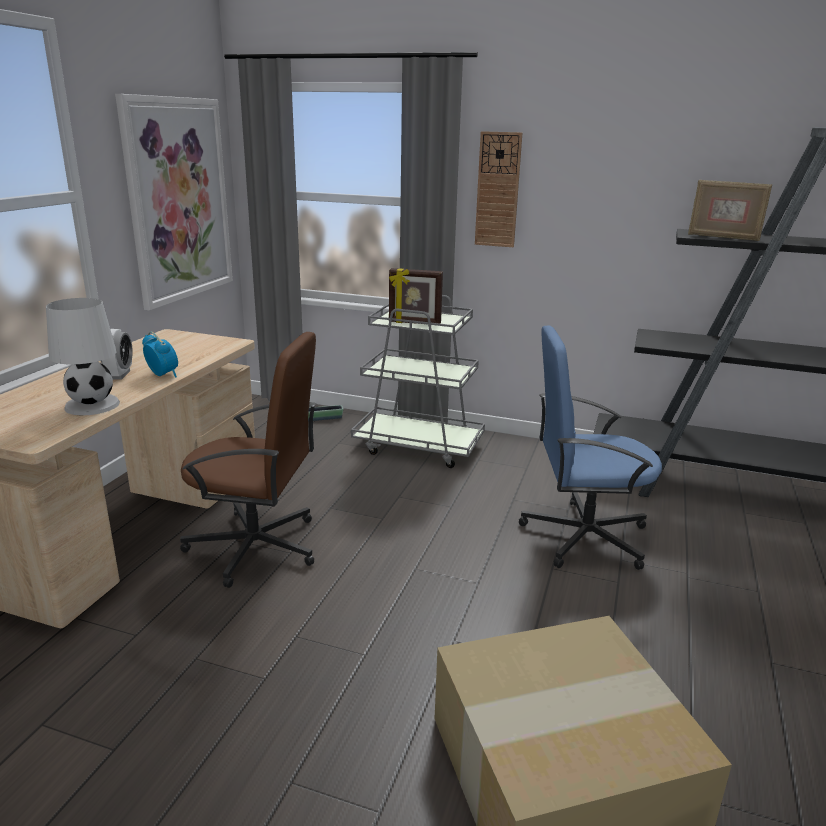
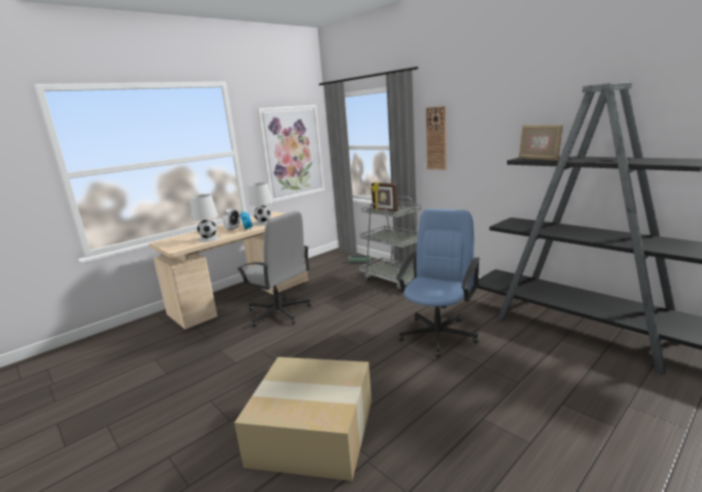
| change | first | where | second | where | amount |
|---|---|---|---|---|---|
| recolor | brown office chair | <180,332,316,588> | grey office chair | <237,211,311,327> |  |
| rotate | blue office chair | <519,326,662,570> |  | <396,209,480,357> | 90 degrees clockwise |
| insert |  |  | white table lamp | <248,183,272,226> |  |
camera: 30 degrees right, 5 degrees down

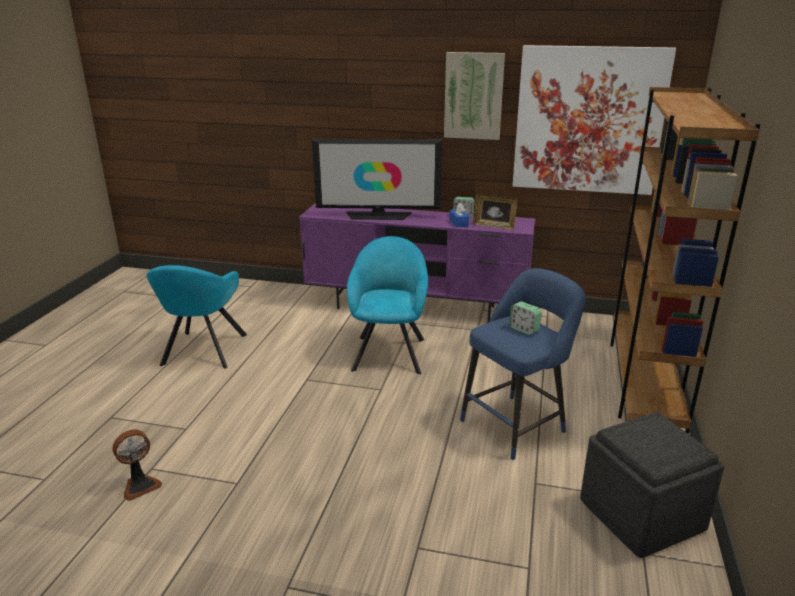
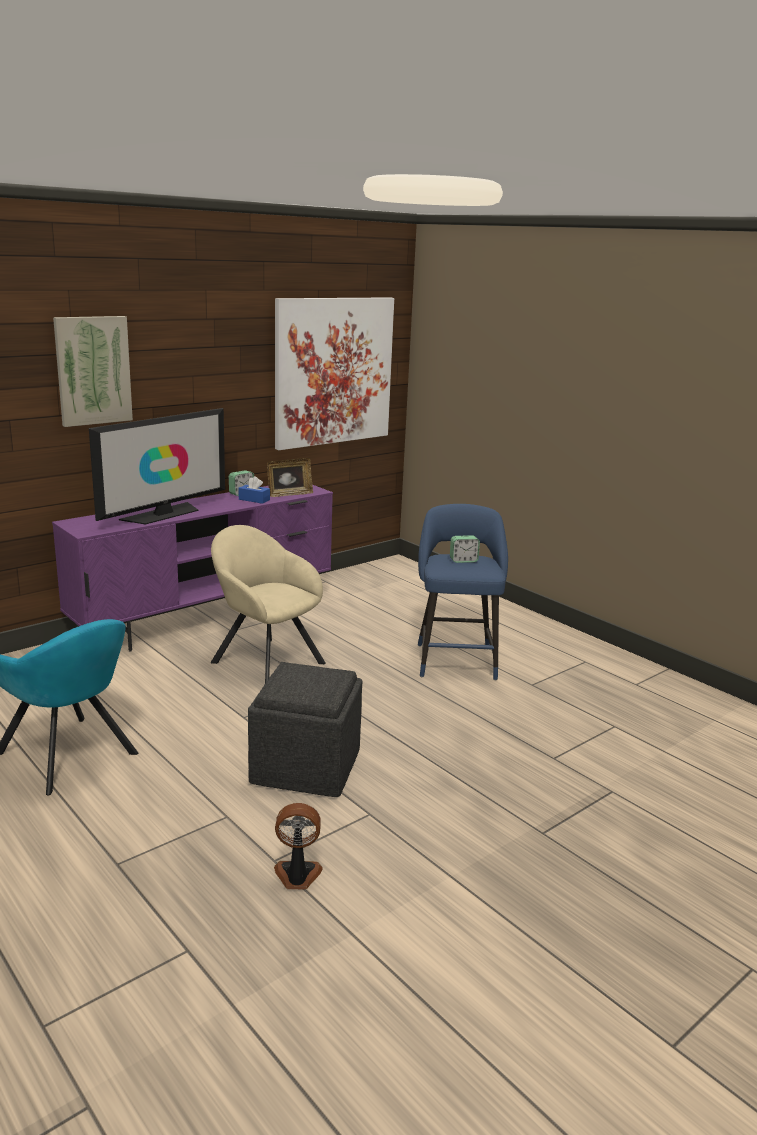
| change | first | where | second | where | amount |
|---|---|---|---|---|---|
| rotate | fan | <112,430,162,501> |  | <274,803,323,890> | 90 degrees counterclockwise |
| recolor | turquoise armchair | <347,236,428,374> | beige armchair | <211,525,326,683> |  |
| move | picture | <444,52,505,140> |  | <53,316,133,427> |  |
| move | grey ottoman | <580,412,725,558> |  | <248,662,362,797> |  |
| delete | brown bookcase | <610,87,761,434> |  |  |  |
camera: 55 degrees left, 5 degrees down

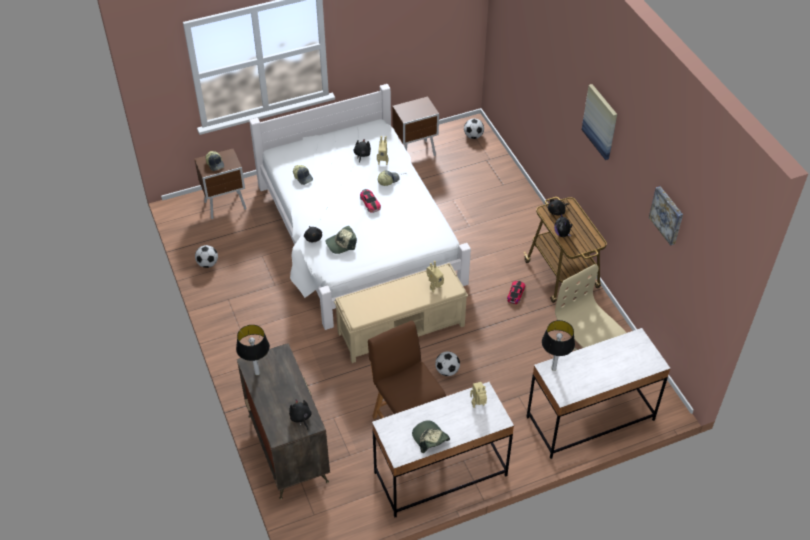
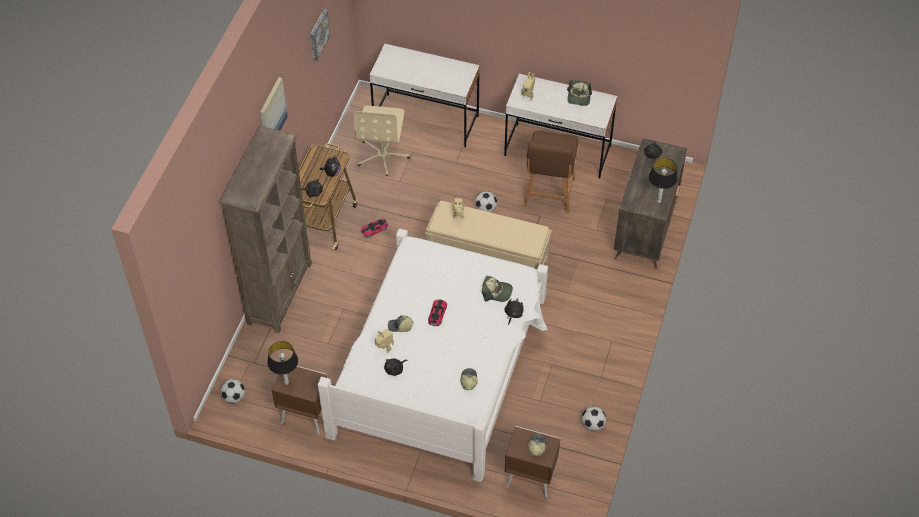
| change | first | where | second | where | amount |
|---|---|---|---|---|---|
| move | table lamp | <542,320,575,371> |  | <267,341,298,385> |  |
| insert |  |  | brown bookcase | <220,126,312,333> |  |
camera: 140 degrees left, 5 degrees up

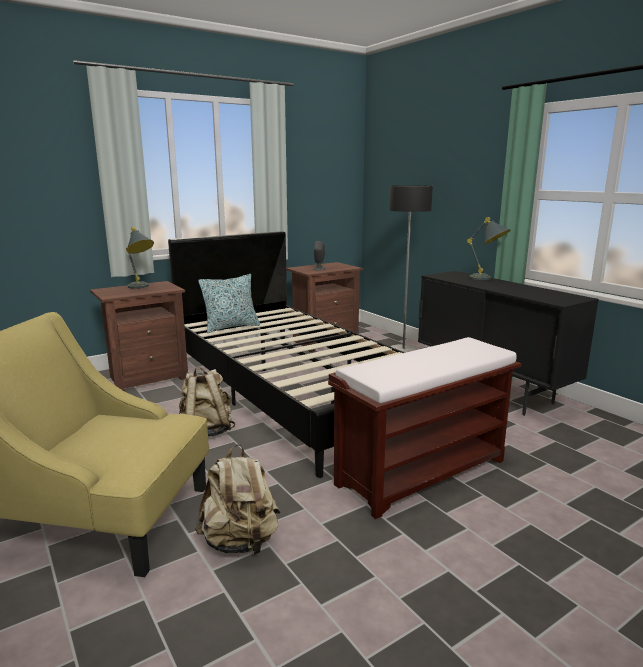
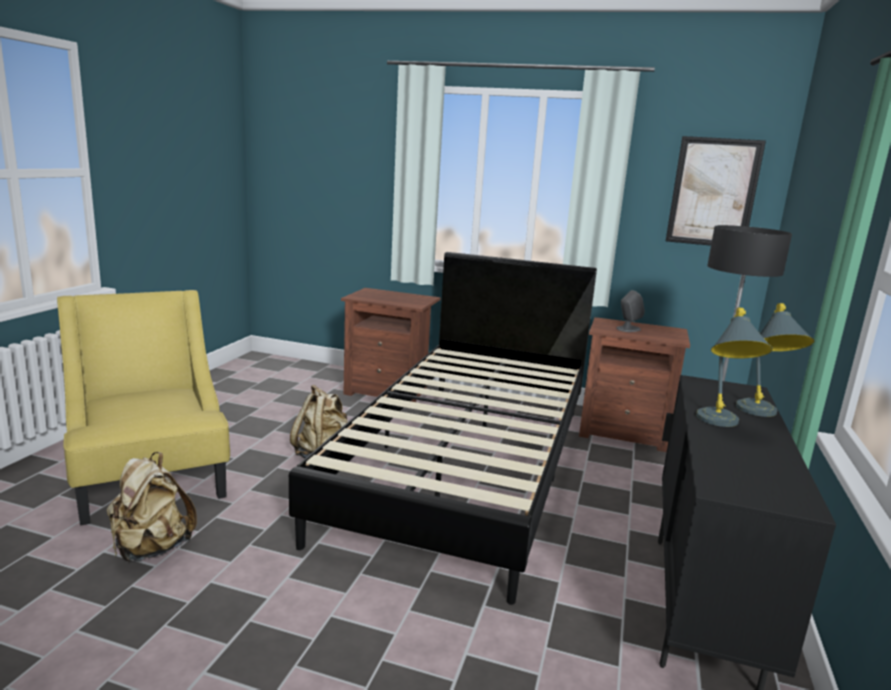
| change | first | where | second | where | amount |
|---|---|---|---|---|---|
| move | grey table lamp | <126,227,154,289> |  | <696,308,773,427> |  |
| delete | pillow | <198,274,260,333> |  |  |  |
| delete | brown bench | <328,337,522,519> |  |  |  |
| insert |  |  | picture | <666,136,766,246> |  |
camera: 50 degrees right, 0 degrees up

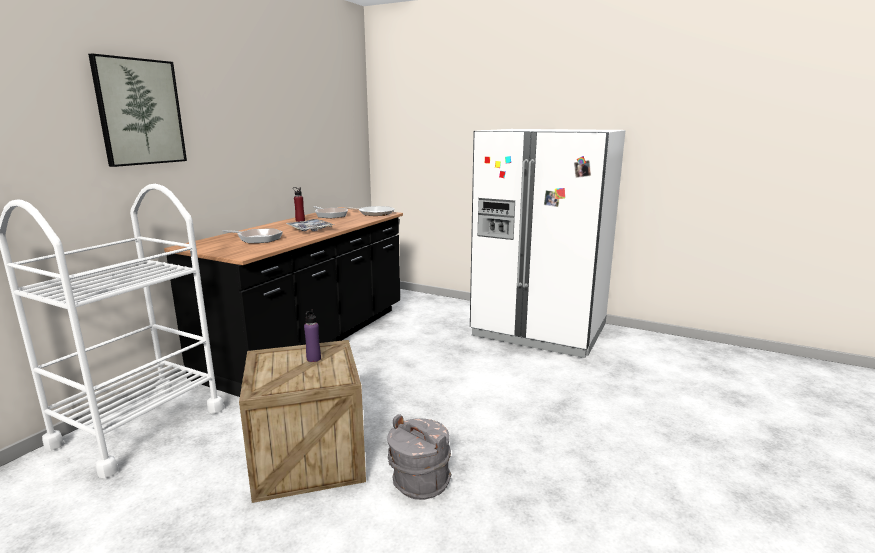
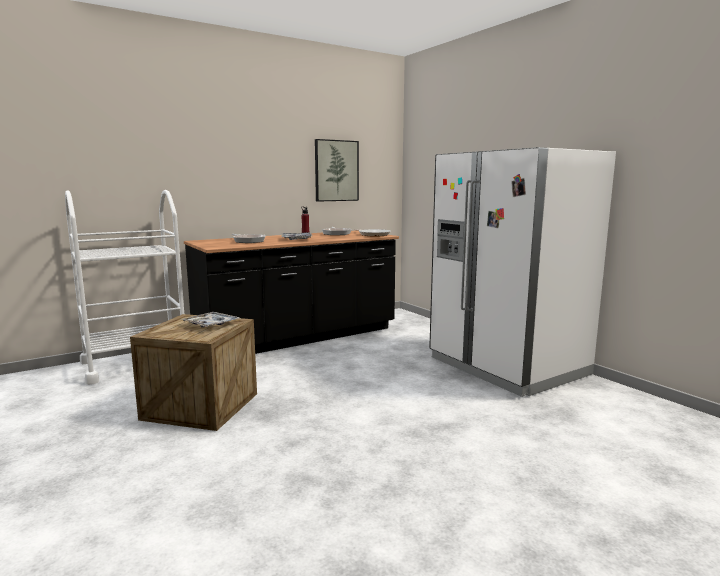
| change | first | where | second | where | amount |
|---|---|---|---|---|---|
| move | picture | <88,53,187,167> |  | <315,139,359,202> |  |
| replace | purple bottle | <304,309,321,362> | tray | <181,312,240,328> |  |
| delete | grey bucket | <387,414,451,500> |  |  |  |
camera: 30 degrees right, 5 degrees down

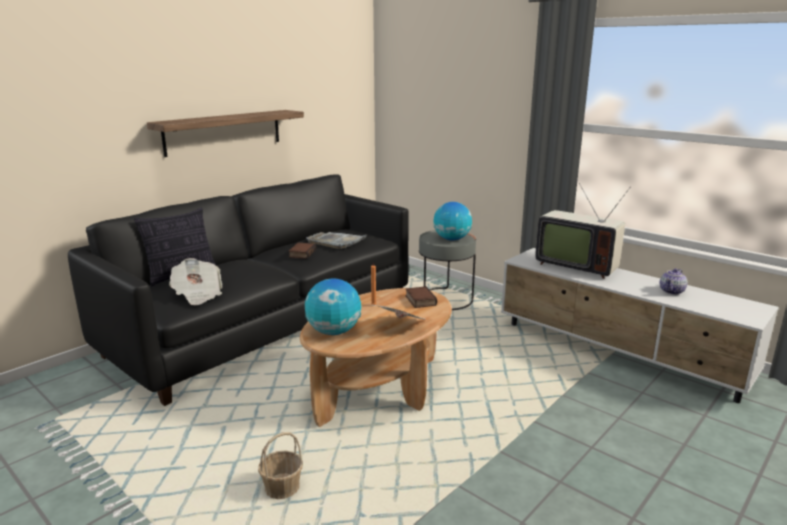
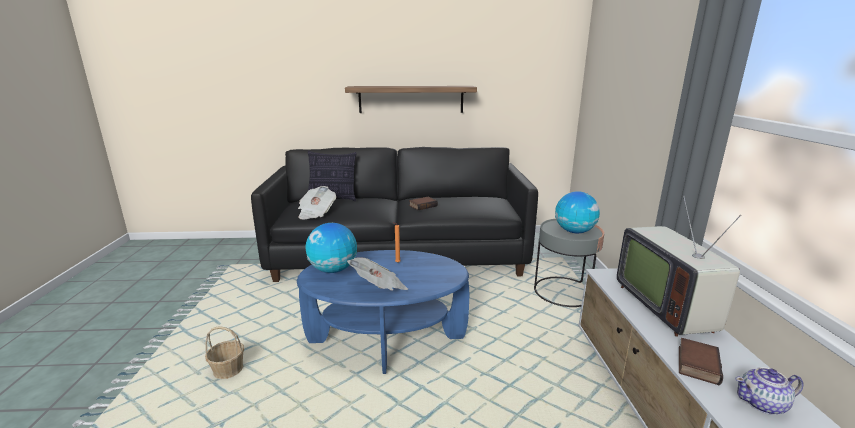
| change | first | where | second | where | amount |
|---|---|---|---|---|---|
| recolor | brown coffee table | <300,288,452,427> | blue coffee table | <297,250,469,374> |  |
| delete | grey tray | <306,232,366,249> |  |  |  |
| move | book | <405,286,437,308> |  | <679,338,723,385> |  |
camera: 45 degrees right, 0 degrees up

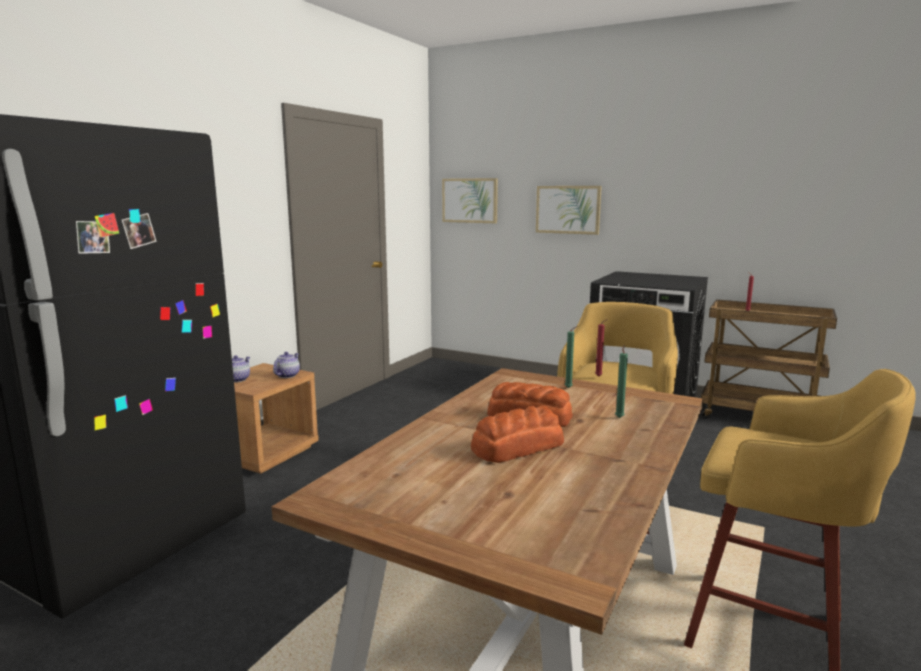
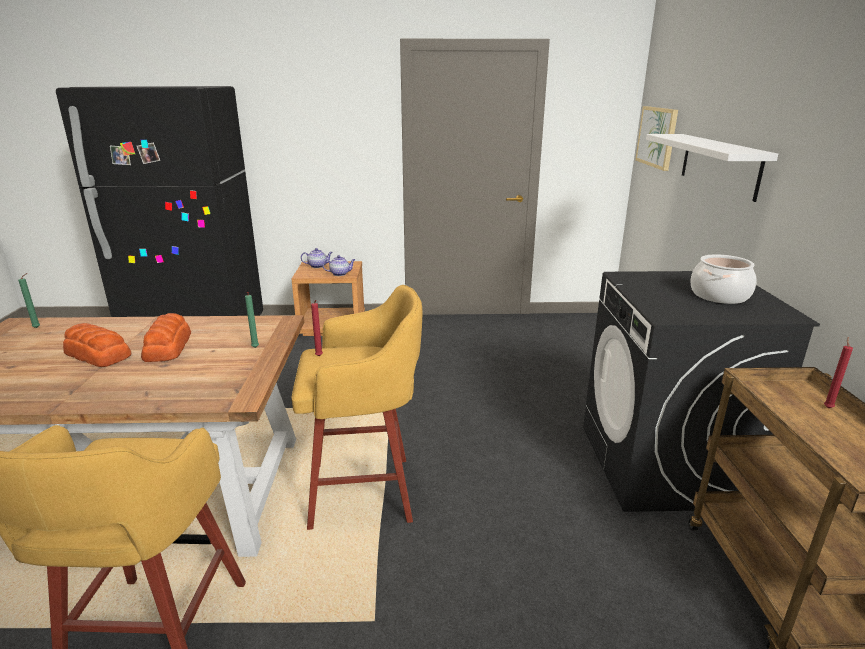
| change | first | where | second | where | amount |
|---|---|---|---|---|---|
| replace | picture | <536,186,602,235> | white shelf | <646,134,778,202> |  |
| move | green candle | <615,345,628,418> |  | <18,273,40,328> |  |
| insert |  |  | cooking pot | <691,254,757,304> |  |
camera: 60 degrees right, 10 degrees up

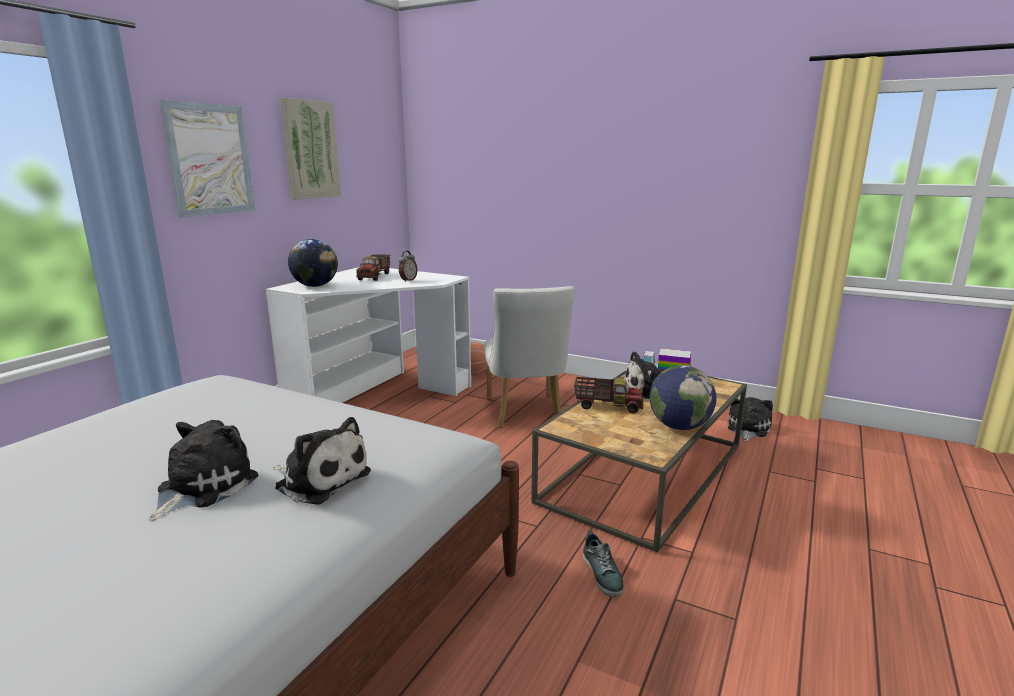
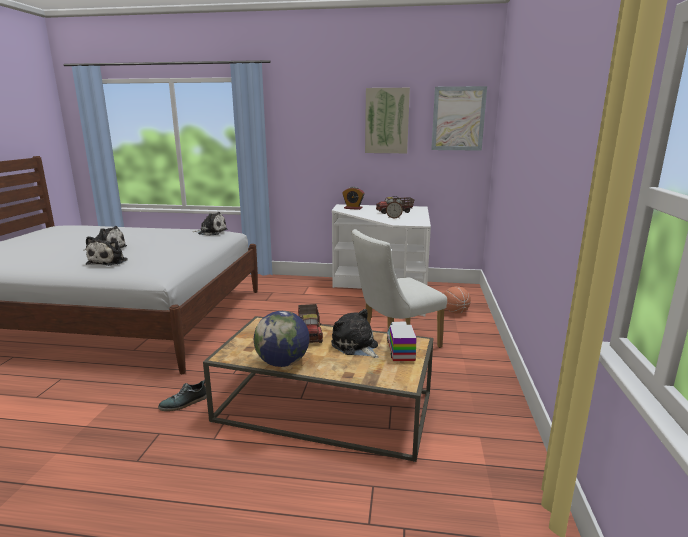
| change | first | where | second | where | amount |
|---|---|---|---|---|---|
| move | picture | <159,100,255,217> |  | <431,86,487,151> |  |
| replace | globe | <288,239,338,287> | alarm clock | <342,187,364,210> |  |
| move | plush toy | <728,397,773,441> |  | <193,212,227,236> |  |
camera: 70 degrees right, 0 degrees up

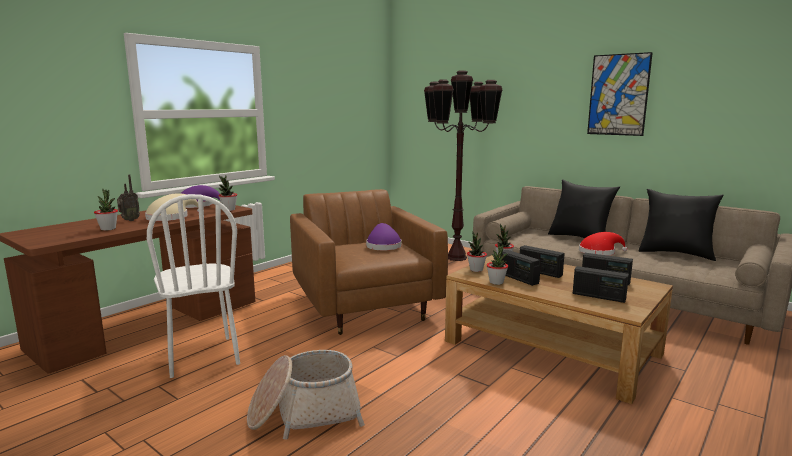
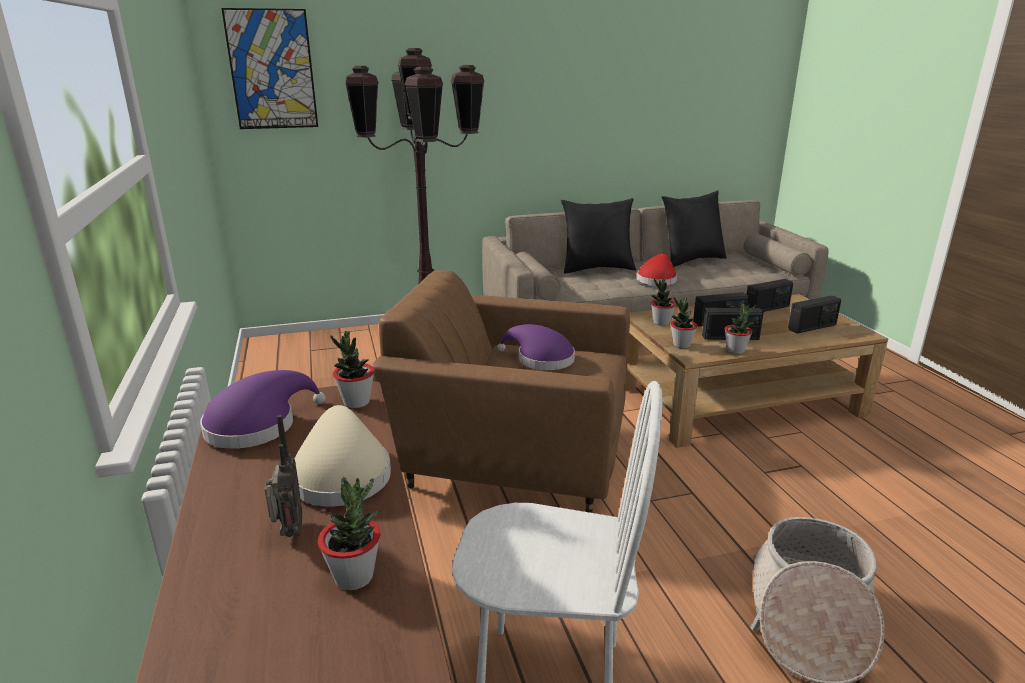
| change | first | where | second | where | amount |
|---|---|---|---|---|---|
| move | picture | <587,52,653,136> |  | <221,8,318,129> |  |
camera: 55 degrees left, 10 degrees up

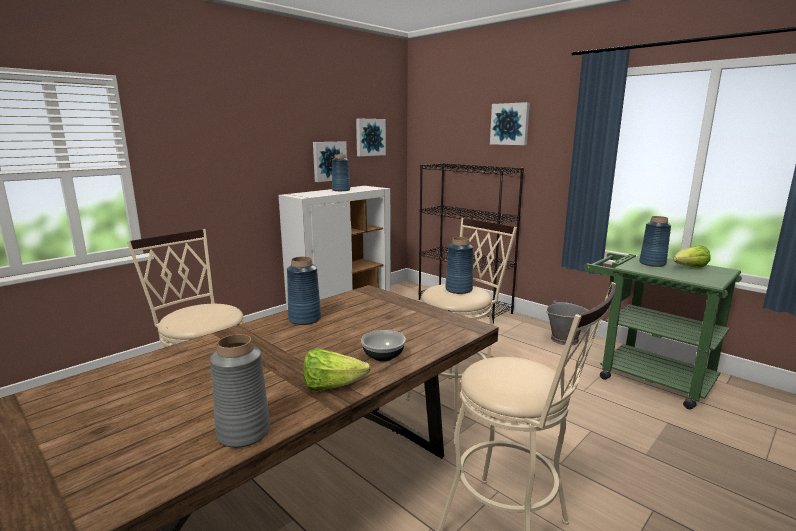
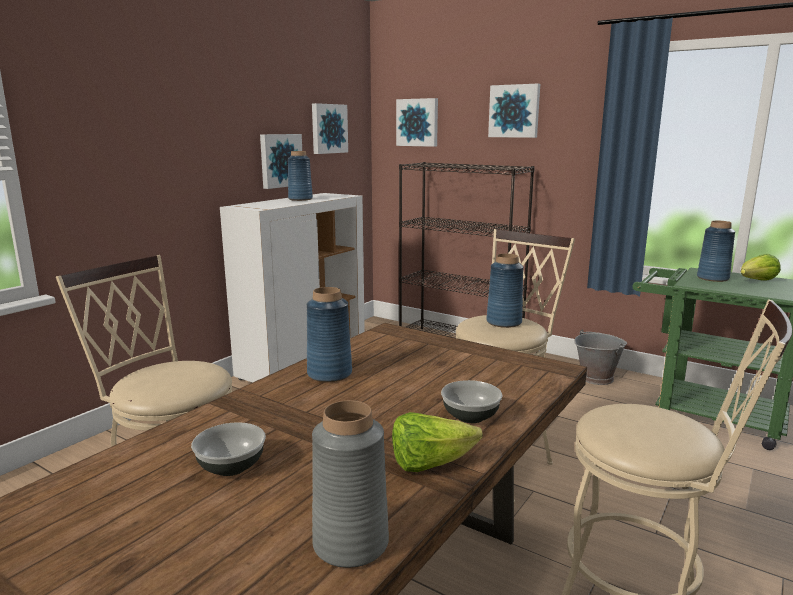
| change | first | where | second | where | amount |
|---|---|---|---|---|---|
| insert |  |  | bowl | <191,422,266,476> |  |
| insert |  |  | picture | <396,98,438,147> |  |
camera: 10 degrees left, 0 degrees up

